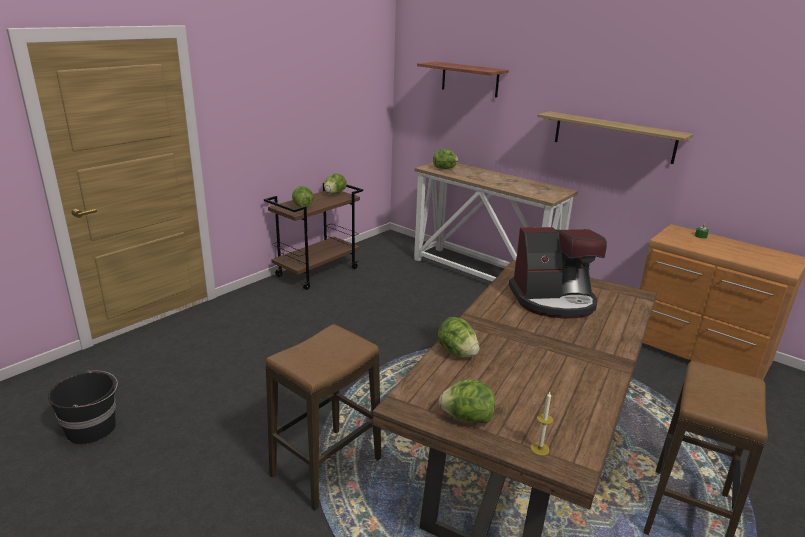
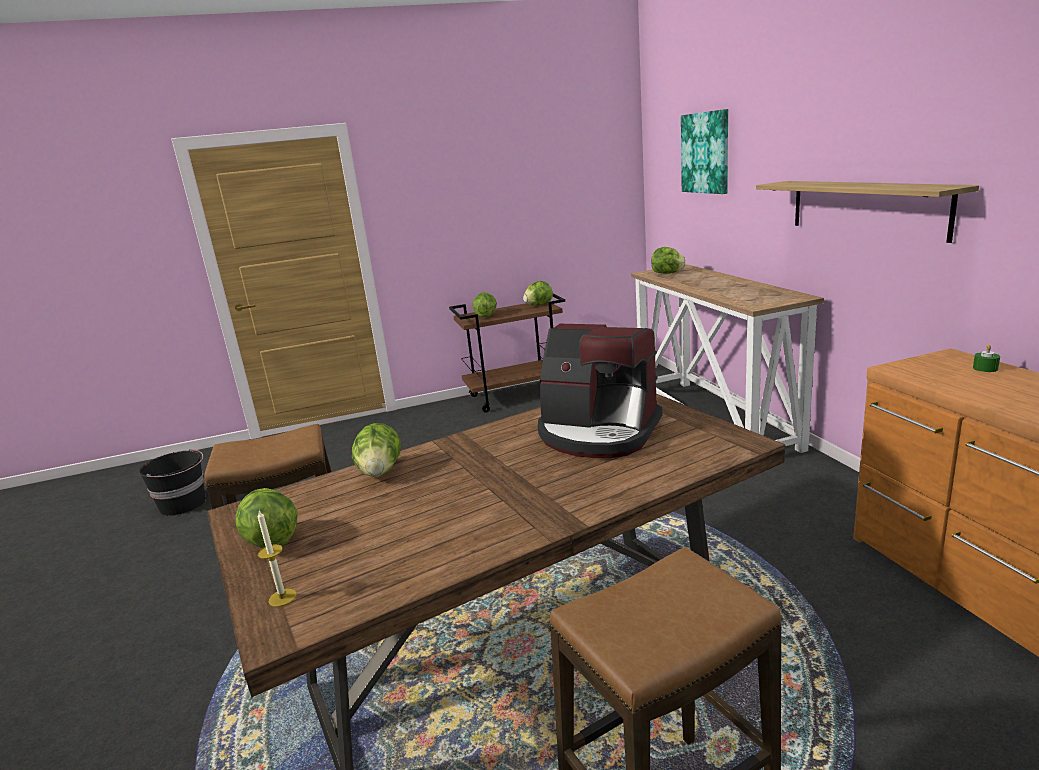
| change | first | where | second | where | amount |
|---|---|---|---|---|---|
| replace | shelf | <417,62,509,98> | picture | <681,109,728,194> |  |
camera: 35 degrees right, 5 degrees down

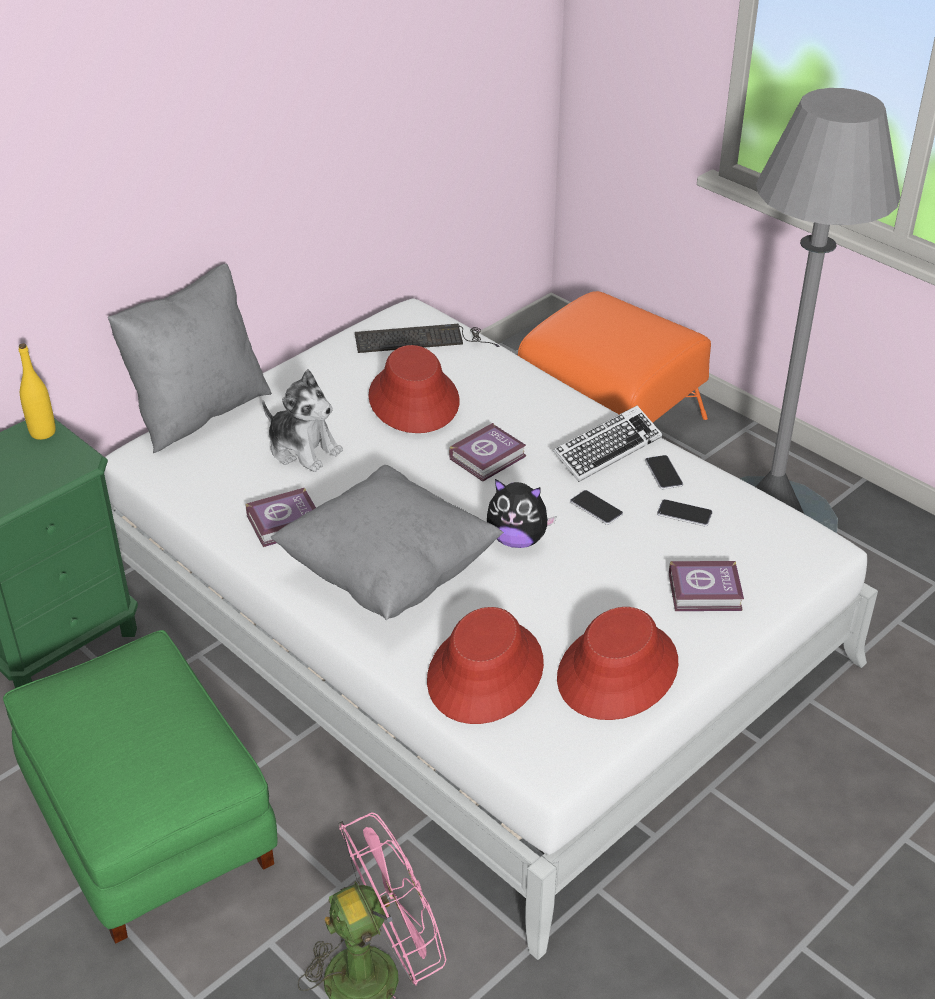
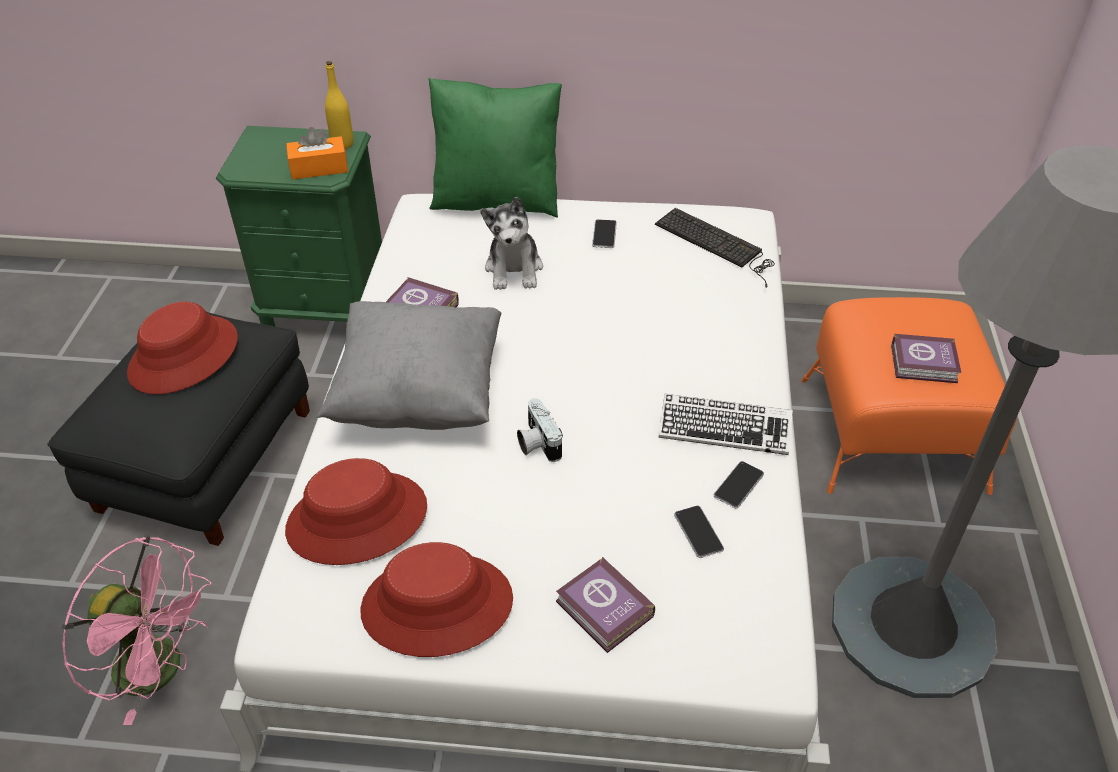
| change | first | where | second | where | amount |
|---|---|---|---|---|---|
| recolor | green ottoman | <3,630,278,943> | black ottoman | <48,312,310,546> |  |
| recolor | grey pillow | <108,264,272,453> | green pillow | <428,78,562,217> |  |
| move | red hat | <368,345,459,433> |  | <127,302,238,394> |  |
| move | book | <449,423,526,482> |  | <891,334,961,383> |  |
| replace | plush toy | <487,479,556,548> | photo camera | <517,399,563,462> |  |
| move | phone | <570,490,623,525> |  | <592,219,617,248> |  |
| insert |  |  | orange tissue box | <286,127,348,179> |  |
camera: 50 degrees right, 5 degrees up

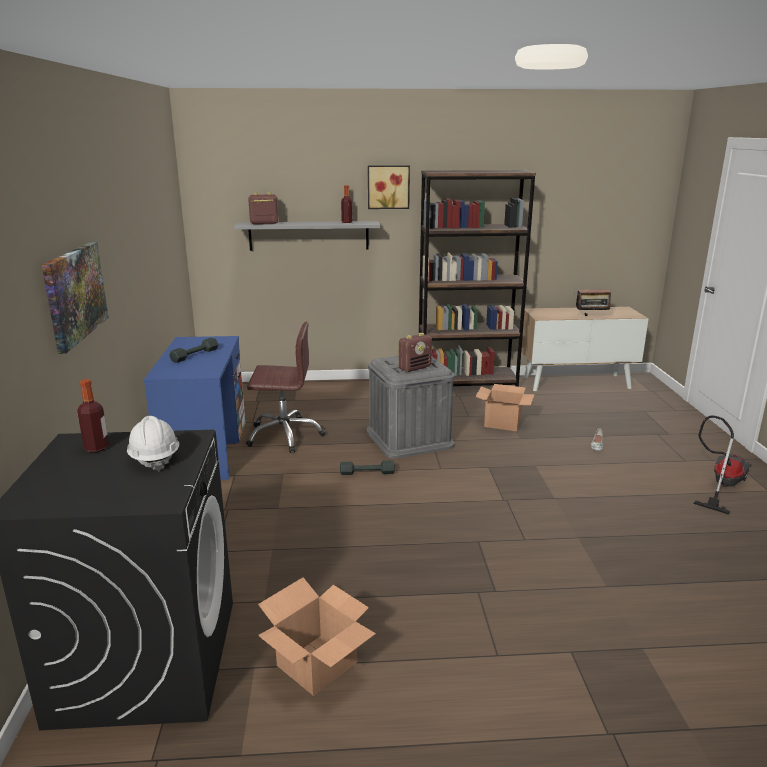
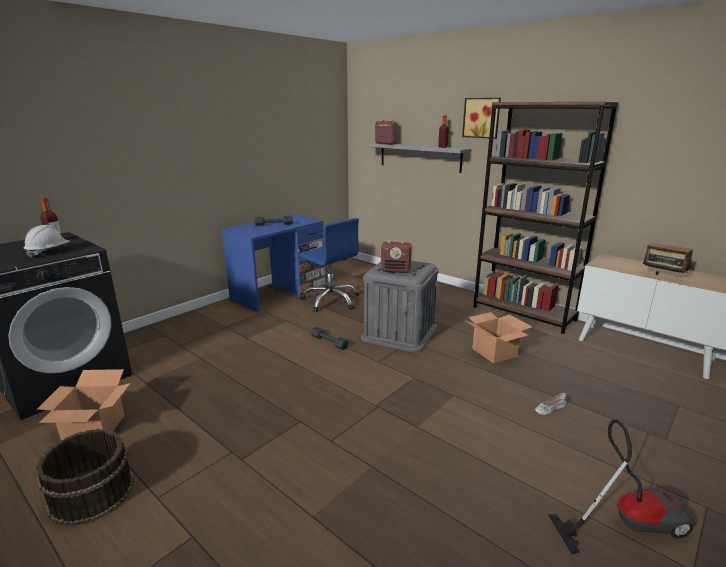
| change | first | where | second | where | amount |
|---|---|---|---|---|---|
| delete | picture | <42,242,109,354> |  |  |  |
| recolor | brown office chair | <246,321,325,453> | blue office chair | <299,218,359,312> |  |
| insert |  |  | brown bucket | <36,429,134,526> |  |
camera: 45 degrees right, 0 degrees up

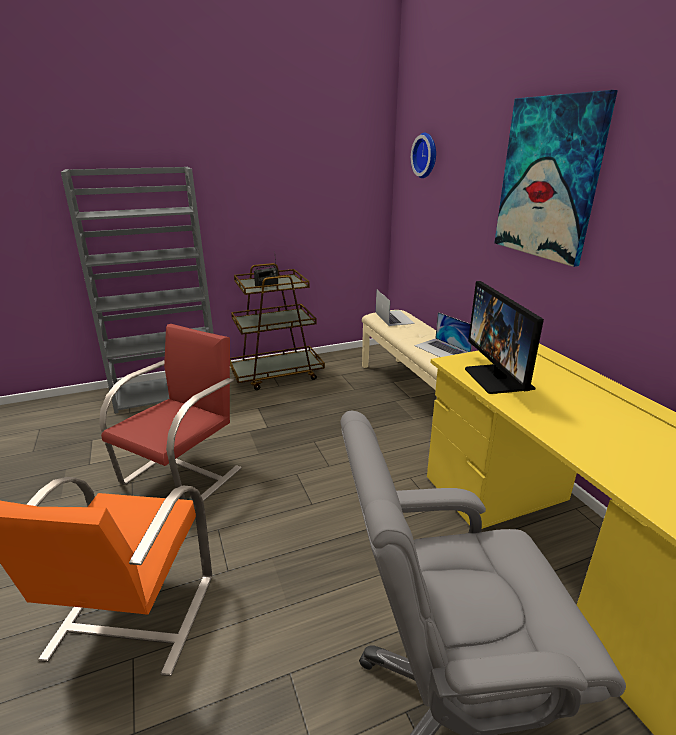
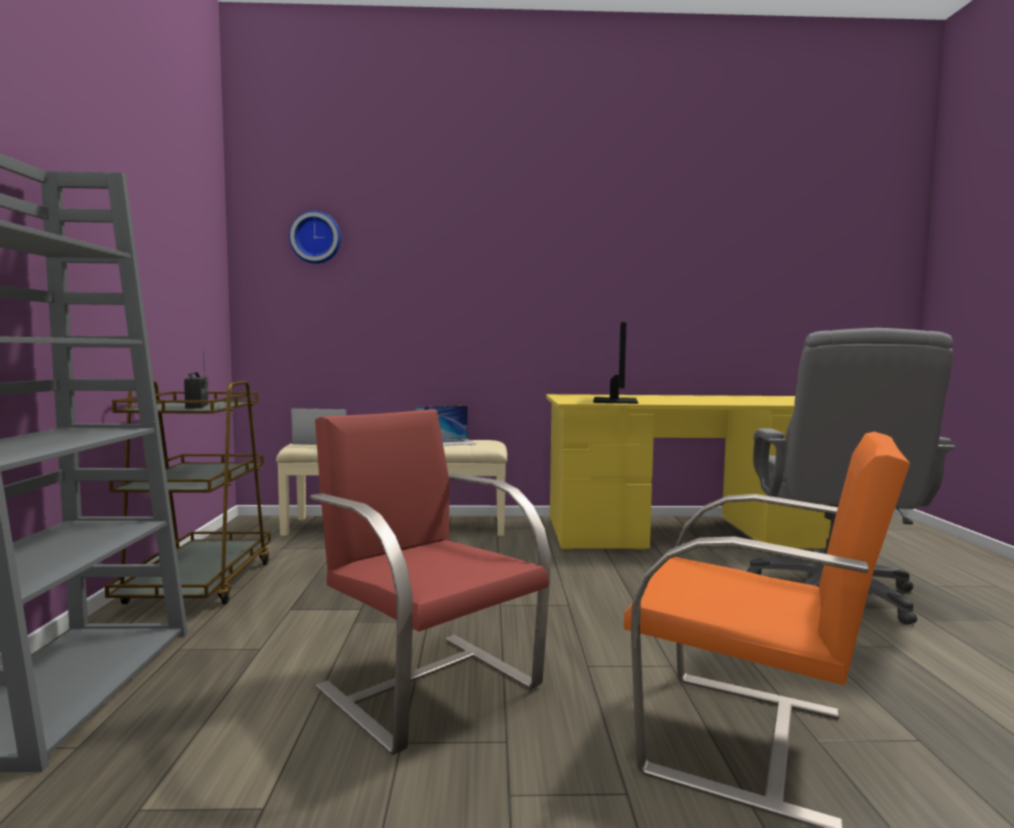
| change | first | where | second | where | amount |
|---|---|---|---|---|---|
| rotate | monitor | <465,281,544,394> |  | <593,322,638,404> | 90 degrees counterclockwise |
| delete | picture | <495,90,618,267> |  |  |  |
camera: 70 degrees left, 20 degrees down

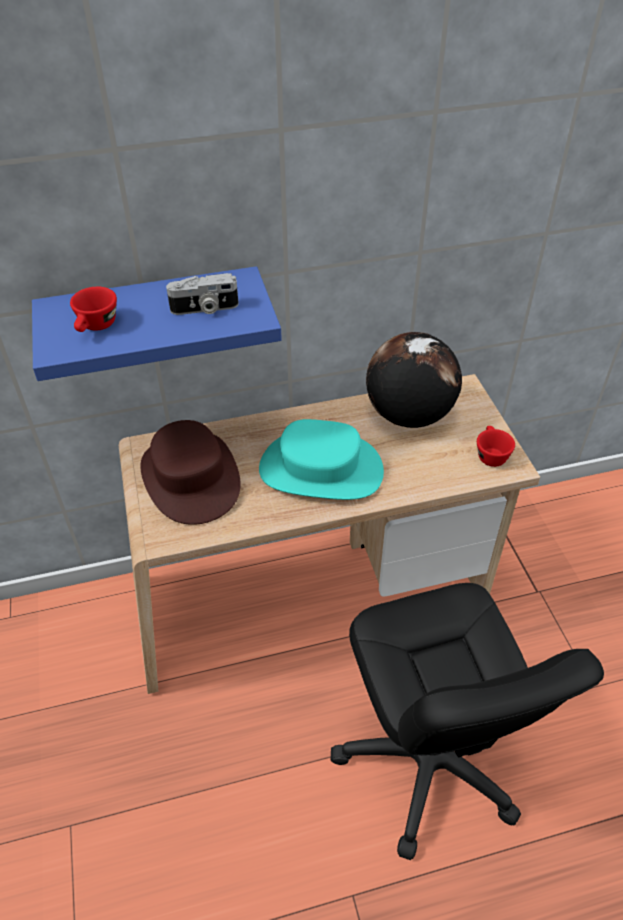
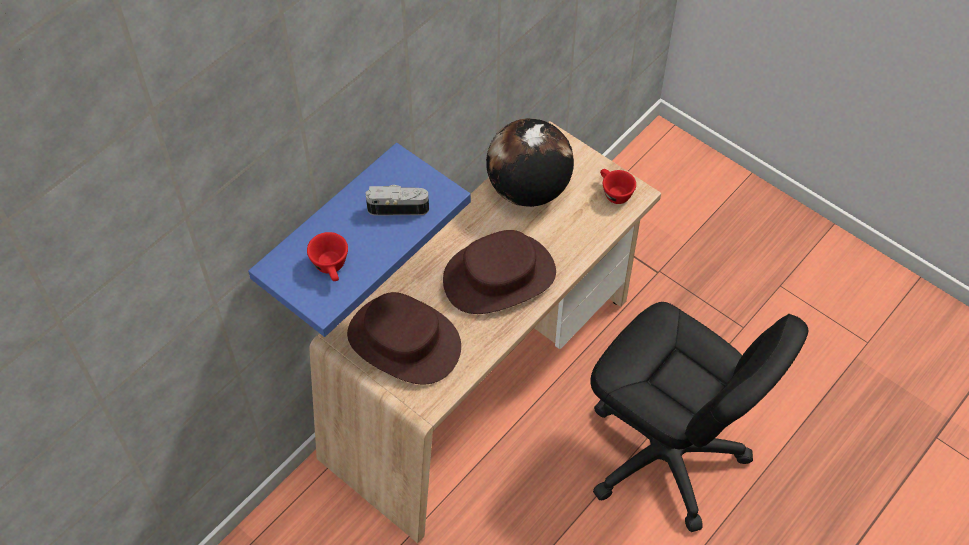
| change | first | where | second | where | amount |
|---|---|---|---|---|---|
| rotate | photo camera | <166,273,239,315> |  | <366,185,429,215> | 135 degrees counterclockwise |
| recolor | turquoise hat | <259,419,384,500> | brown hat | <443,230,556,314> |  |
camera: 35 degrees left, 10 degrees up

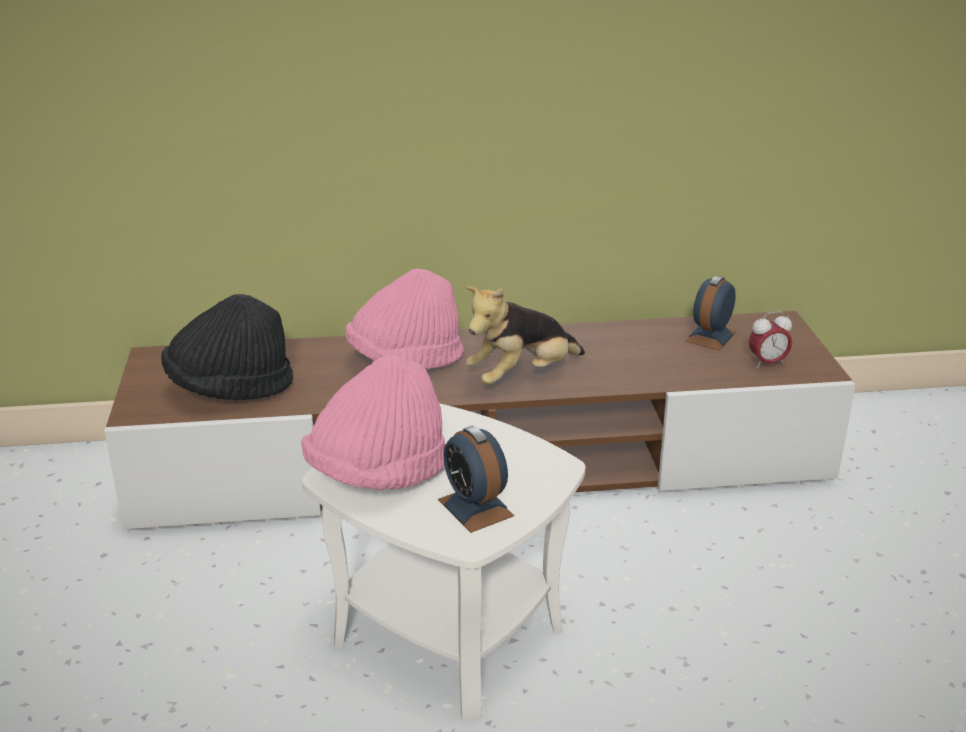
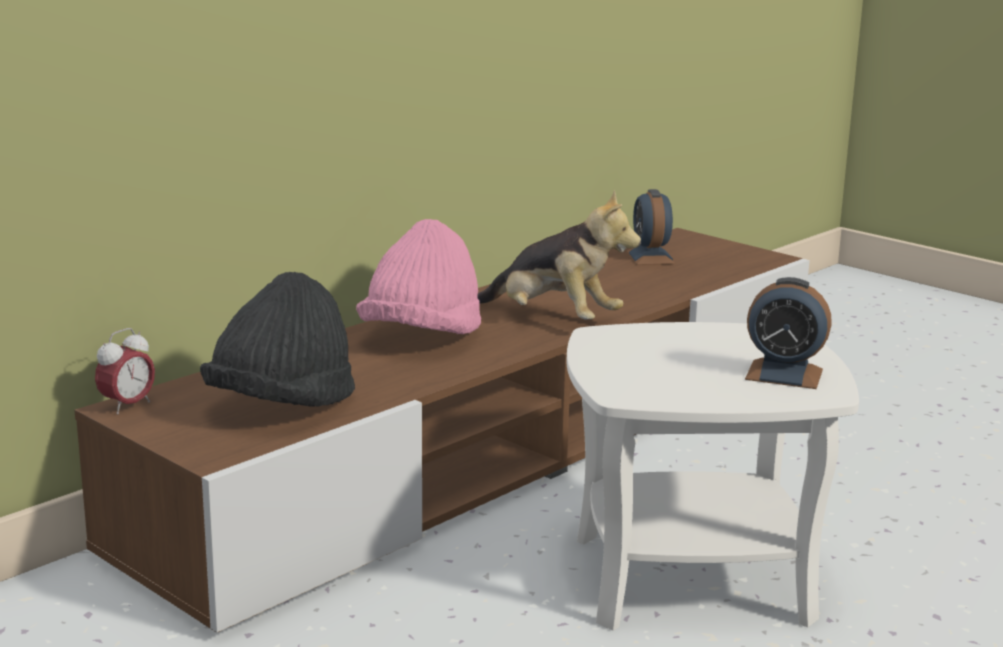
| change | first | where | second | where | amount |
|---|---|---|---|---|---|
| delete | pink hat | <301,355,445,490> |  |  |  |
| rotate | plush toy | <466,286,585,385> |  | <477,190,641,320> | 75 degrees counterclockwise |
| move | alarm clock | <749,311,792,368> |  | <95,328,155,415> |  |
camera: 40 degrees left, 10 degrees down

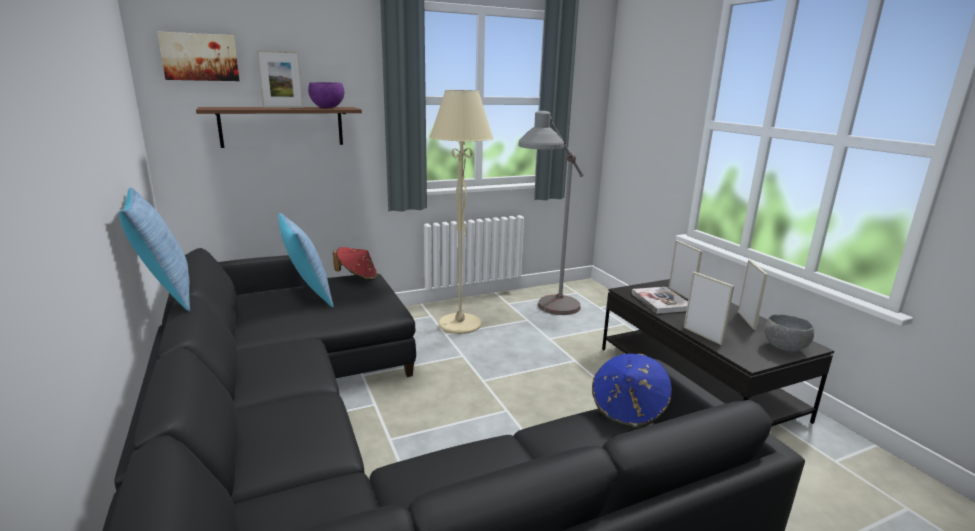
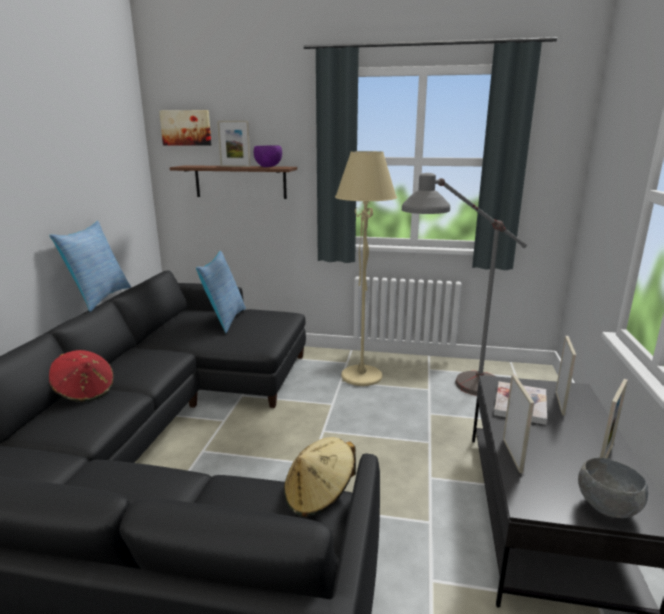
| change | first | where | second | where | amount |
|---|---|---|---|---|---|
| move | red hat | <333,247,377,280> |  | <49,350,114,402> |  |
| recolor | blue hat | <592,353,672,428> | beige hat | <284,437,356,517> |  |
camera: 35 degrees right, 0 degrees up

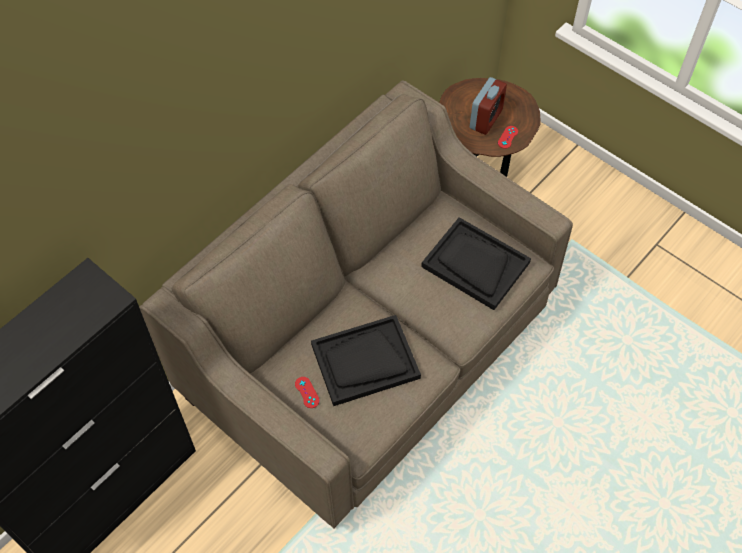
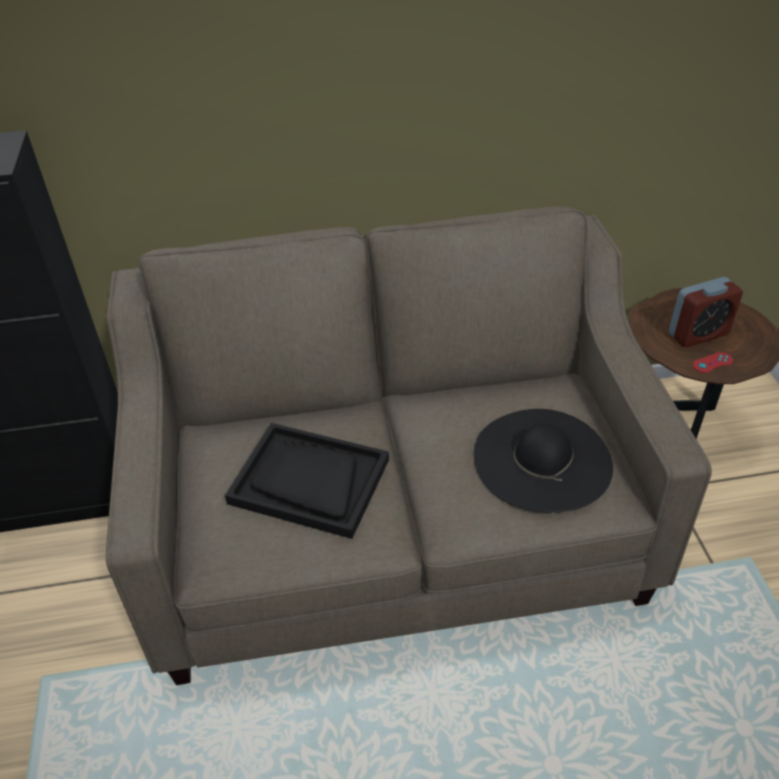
| change | first | where | second | where | amount |
|---|---|---|---|---|---|
| delete | red game controller | <295,377,319,408> |  |  |  |
| replace | black tray | <421,217,531,310> | black hat | <474,409,613,512> |  |
camera: 40 degrees right, 15 degrees down

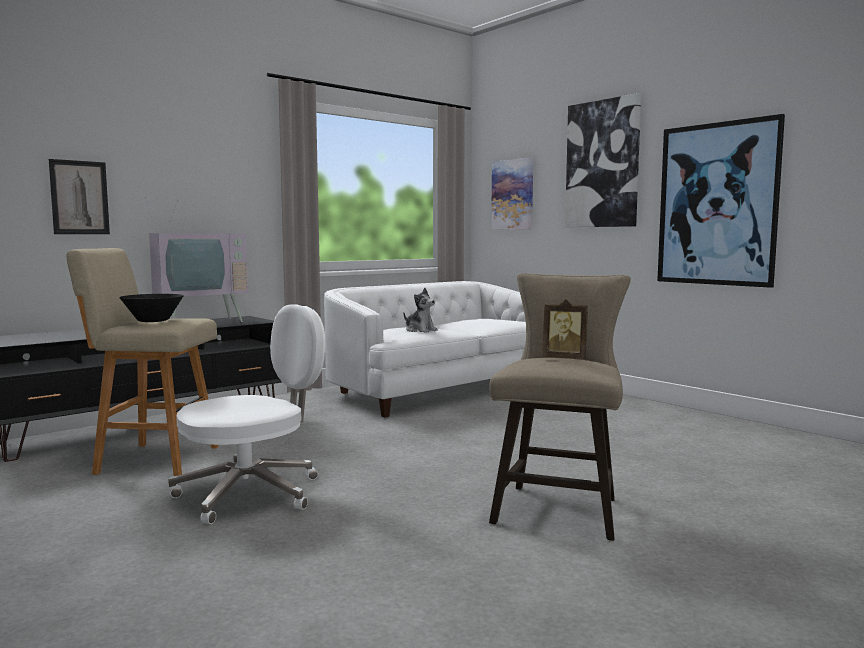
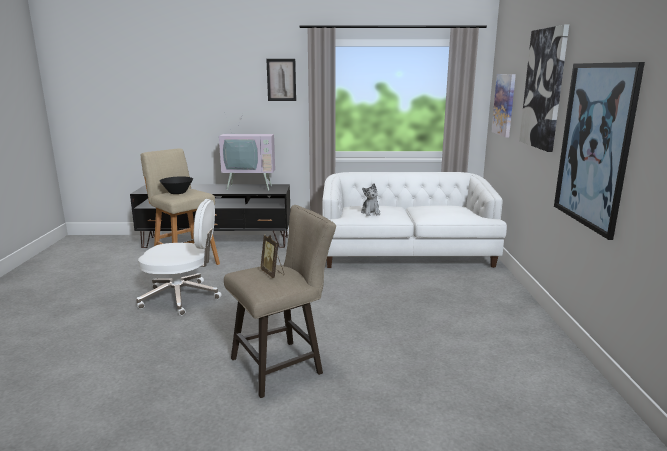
| change | first | where | second | where | amount |
|---|---|---|---|---|---|
| move | picture | <49,159,110,234> |  | <266,59,296,101> |  |
camera: 40 degrees right, 10 degrees up

